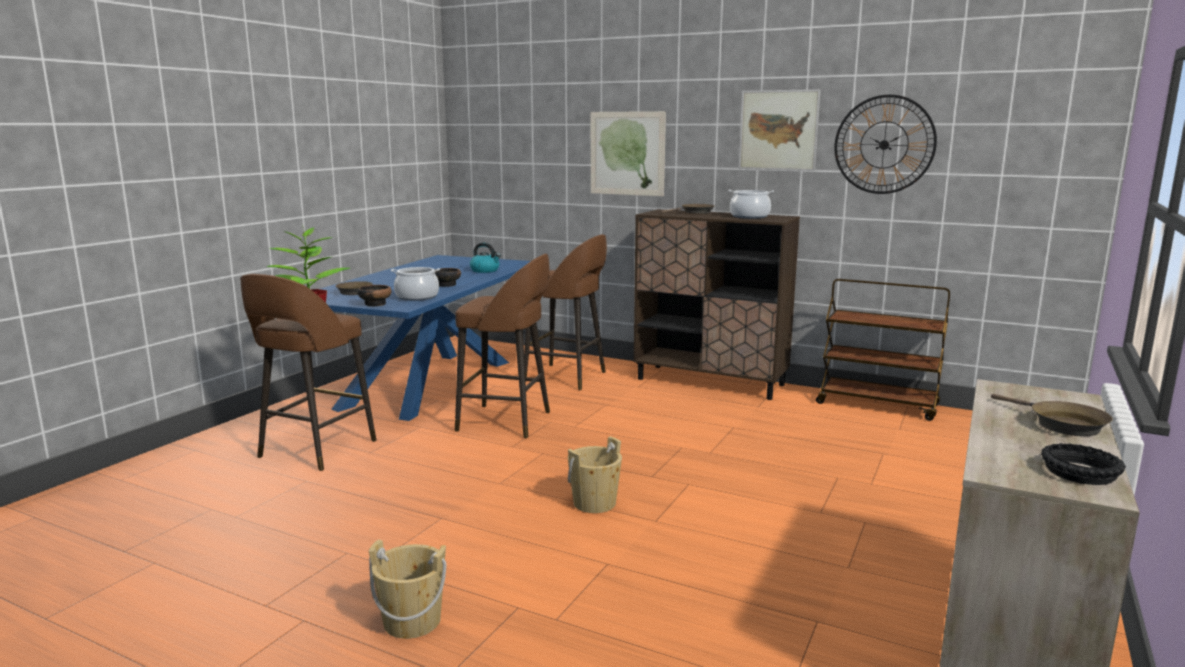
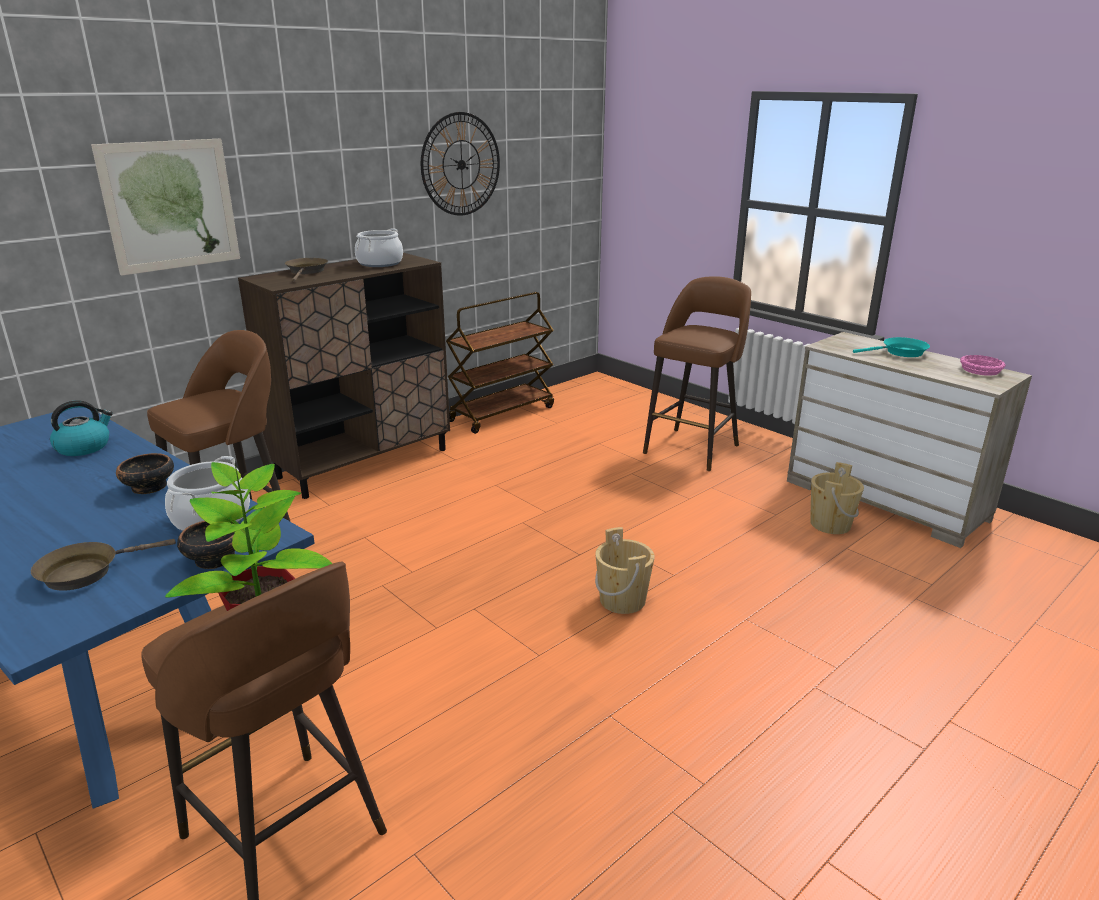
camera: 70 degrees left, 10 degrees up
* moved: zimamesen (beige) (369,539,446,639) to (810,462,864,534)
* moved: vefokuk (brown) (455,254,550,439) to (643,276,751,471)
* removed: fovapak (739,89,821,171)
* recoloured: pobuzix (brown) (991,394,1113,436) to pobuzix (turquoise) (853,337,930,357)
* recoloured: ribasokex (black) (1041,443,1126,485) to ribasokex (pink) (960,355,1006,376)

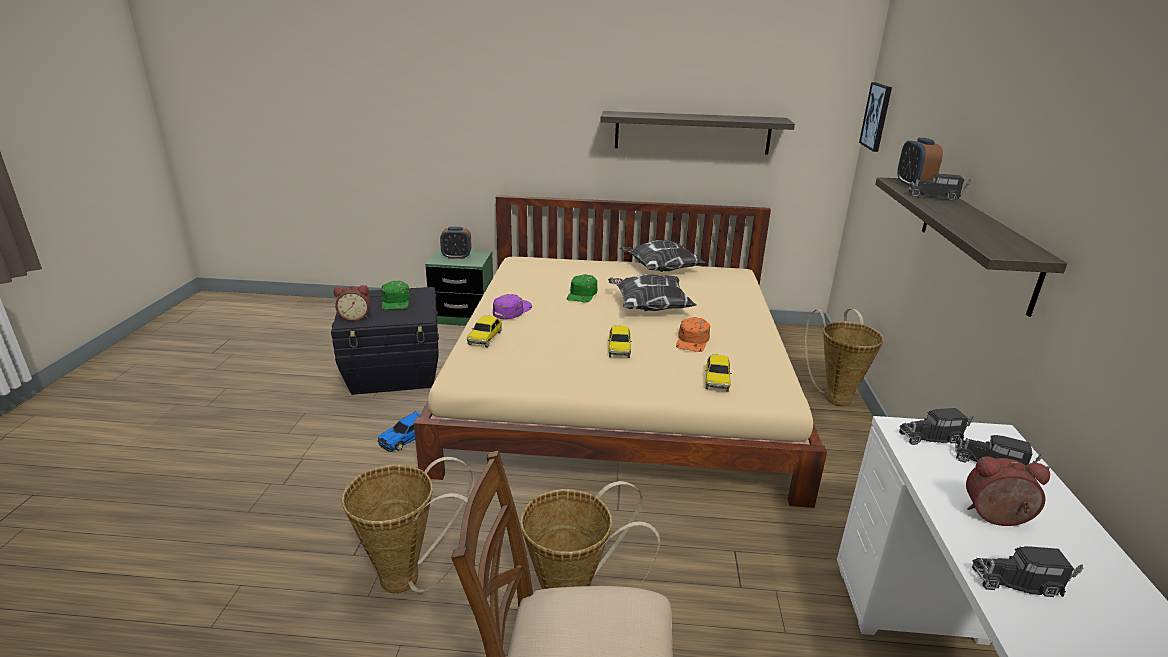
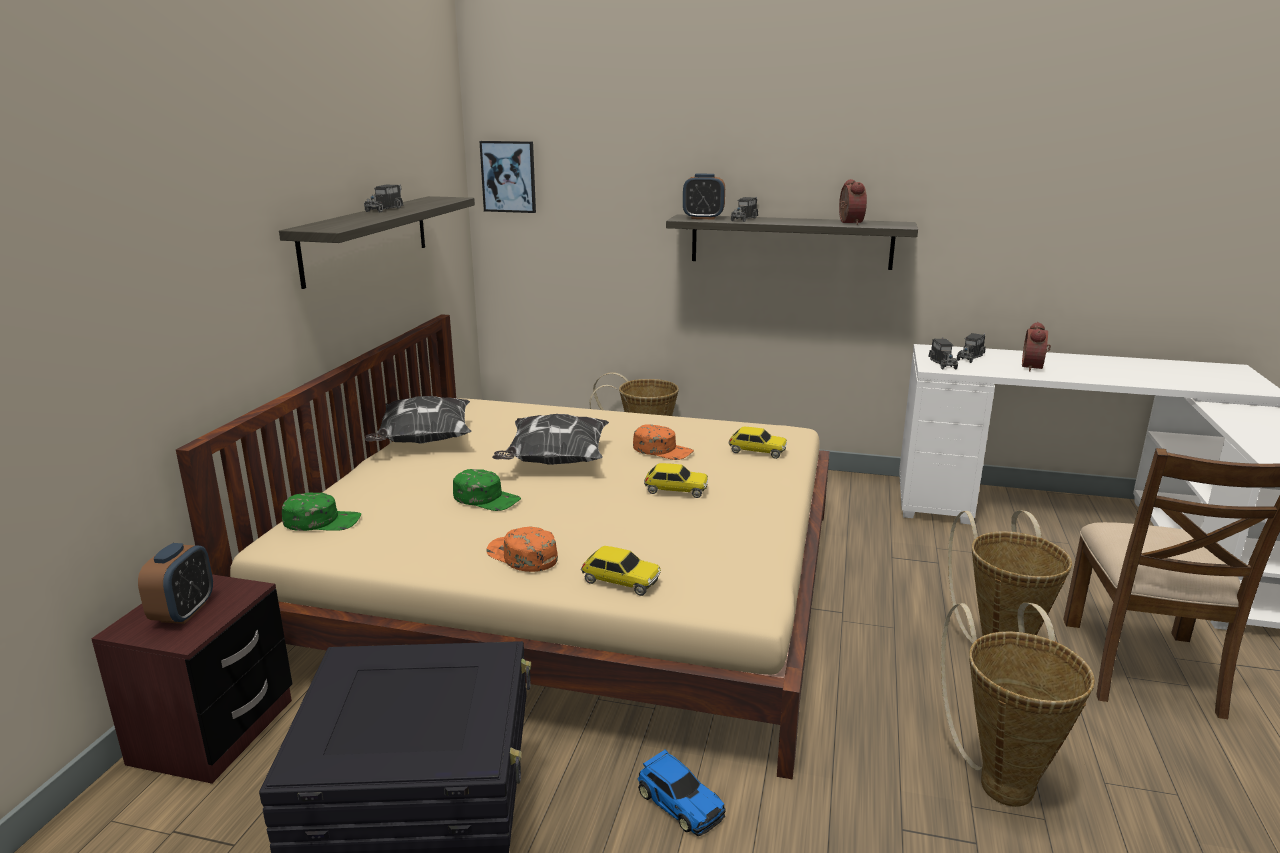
camera: 80 degrees left, 5 degrees down
* moved: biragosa (334,285,370,321) to (839,179,867,225)
* moved: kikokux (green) (382,281,410,310) to (282,492,361,531)
* recoloured: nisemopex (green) (425,248,493,326) to nisemopex (brown) (91,575,292,784)
* recoloured: kikokux (purple) (493,294,532,319) to kikokux (orange) (486,527,558,572)
* moved: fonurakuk (972,546,1083,597) to (364,184,403,212)

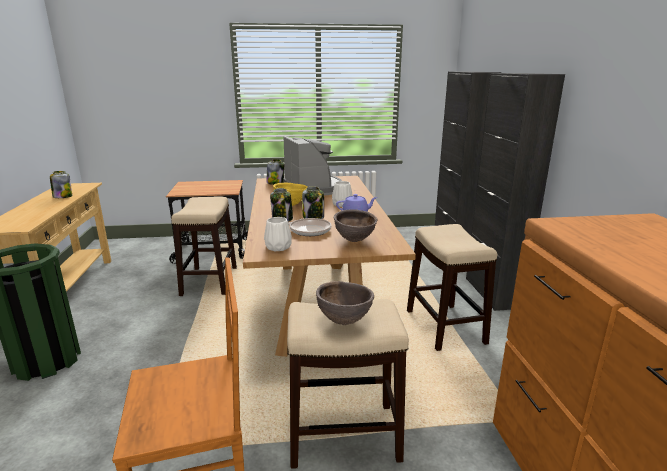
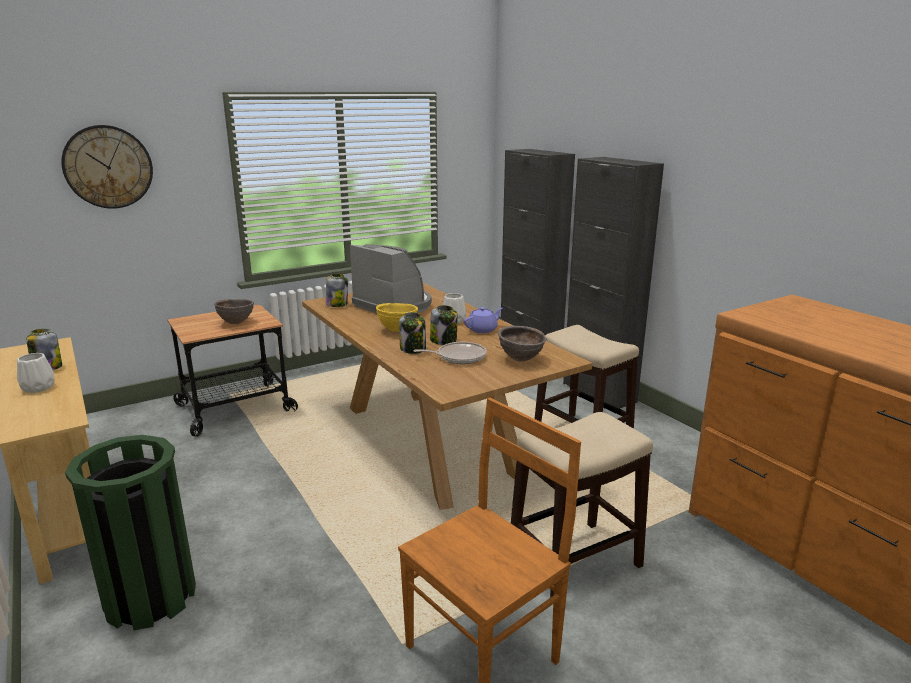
camera: 25 degrees left, 0 degrees up
* removed: vefokuk (171,196,237,296)
* moved: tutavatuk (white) (264,217,292,251) to (17,353,55,393)
* moved: ribasokex (brown) (316,281,374,325) to (214,299,254,324)
* added: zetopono (61,125,153,209)

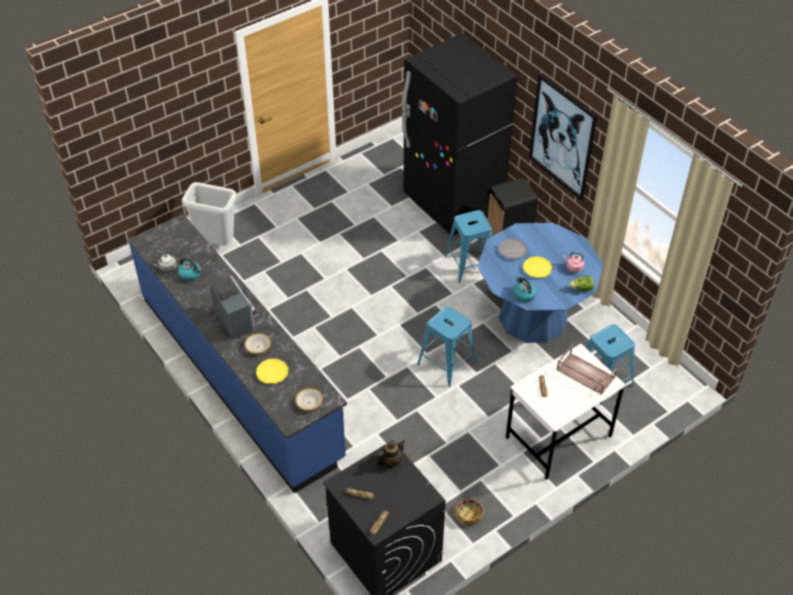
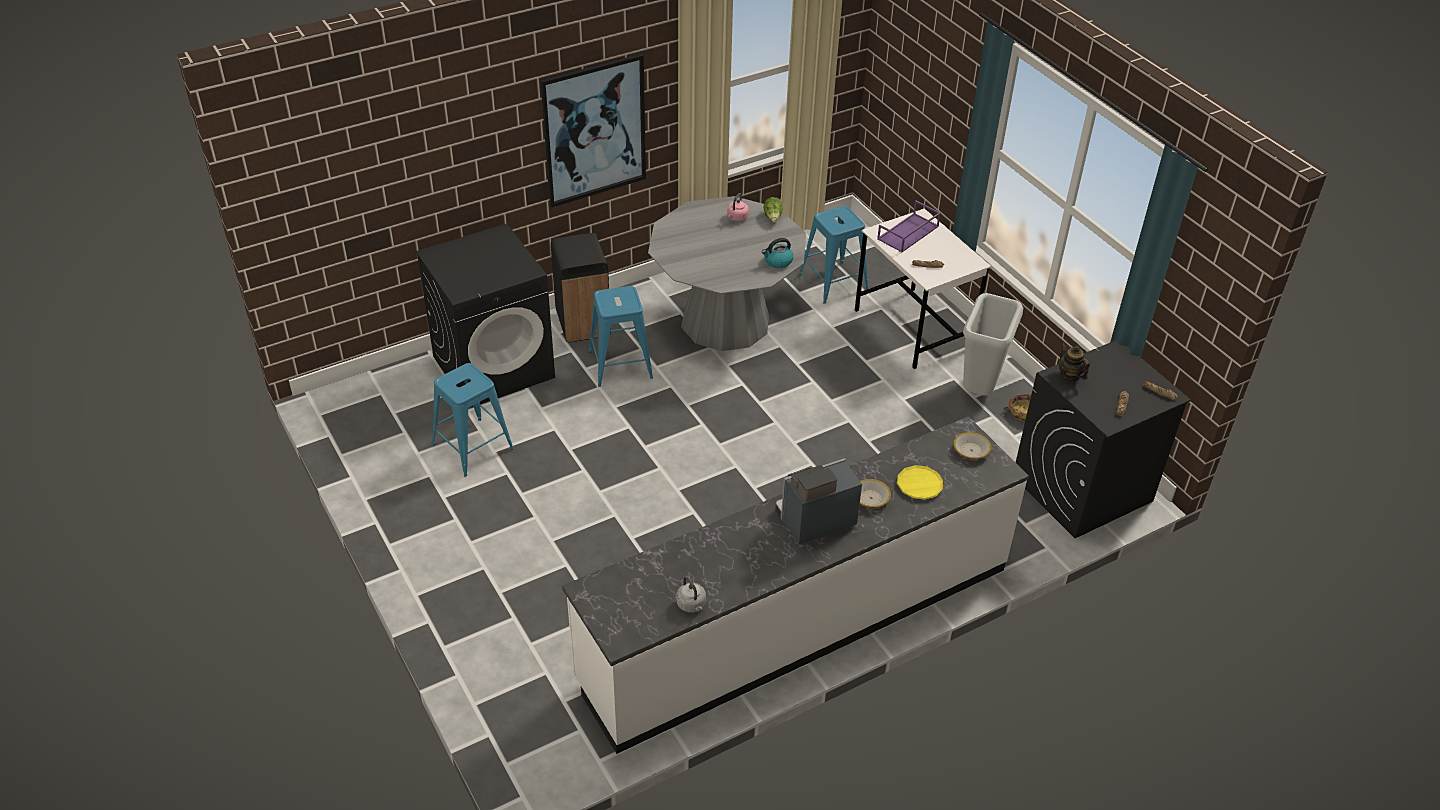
camera: 85 degrees left, 5 degrees down
* recoloured: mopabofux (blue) (128,214,347,494) to mopabofux (white) (562,416,1029,754)
* removed: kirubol (178,258,201,281)
* moved: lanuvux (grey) (182,182,237,246) to (963,293,1023,396)
* replaced: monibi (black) (402,34,517,235) to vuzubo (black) (416,224,555,409)
* moved: vefokuk (blue) (417,306,477,387) to (432,363,514,477)
* recoloured: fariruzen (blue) (478,223,603,343) to fariruzen (grey) (648,196,806,351)
* removed: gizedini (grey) (498,238,527,260)
* removed: gizedini (yellow) (523,256,553,278)
* recoloured: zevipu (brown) (556,345,617,395) to zevipu (purple) (877,200,941,253)

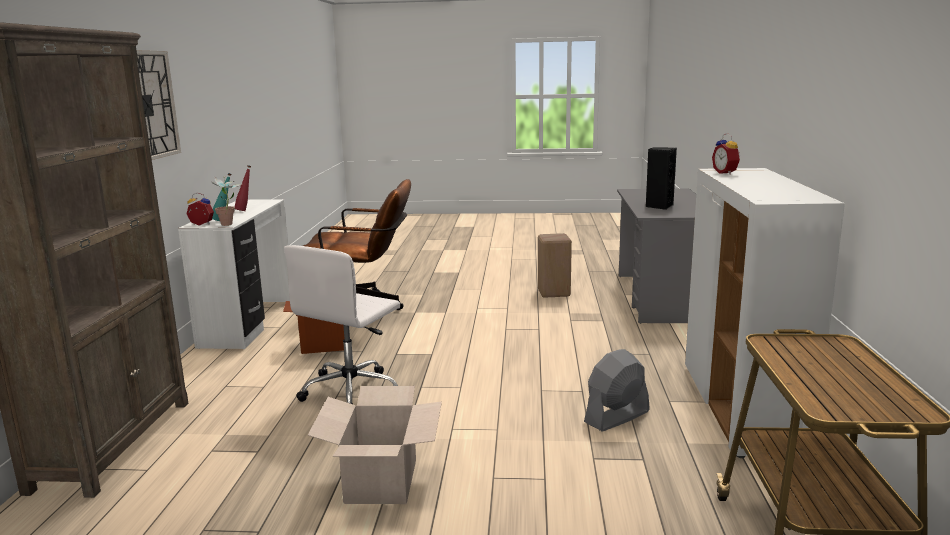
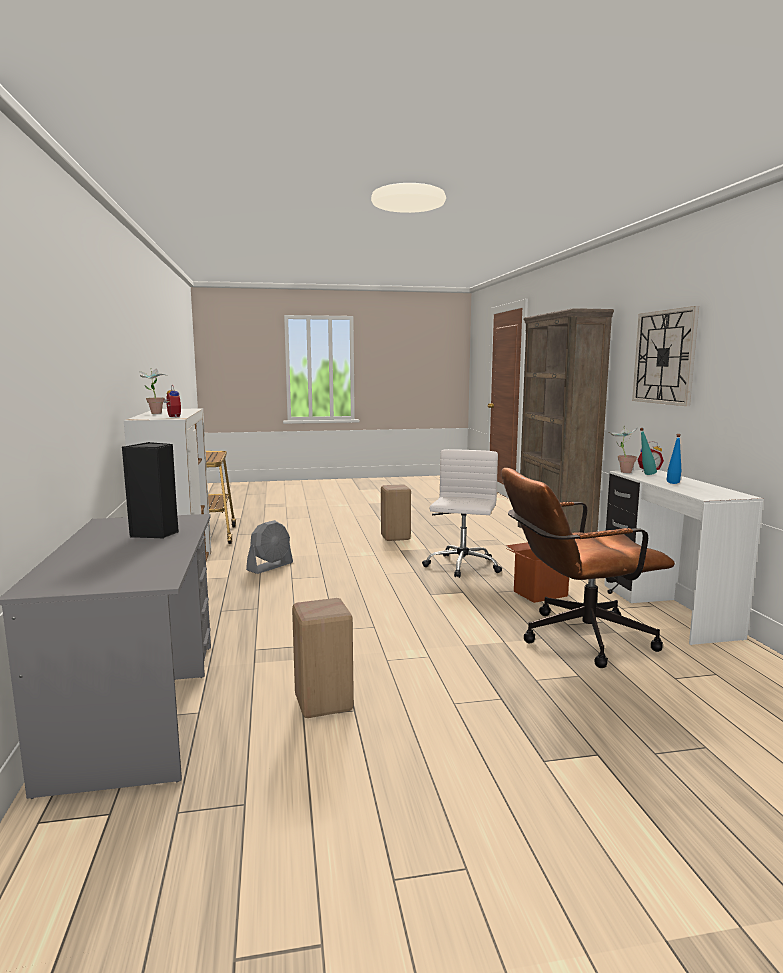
camera: 165 degrees right, 5 degrees down
* recoloured: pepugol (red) (235,165,251,211) to pepugol (blue) (667,434,681,484)
* replaced: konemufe (308,386,442,504) to vefokuk (beige) (381,484,411,541)
* added: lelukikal (138,368,165,414)

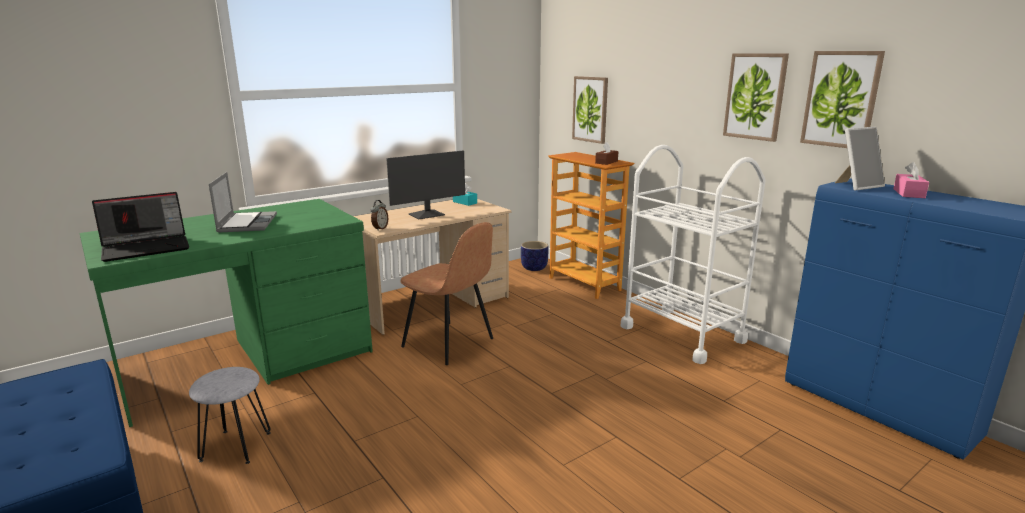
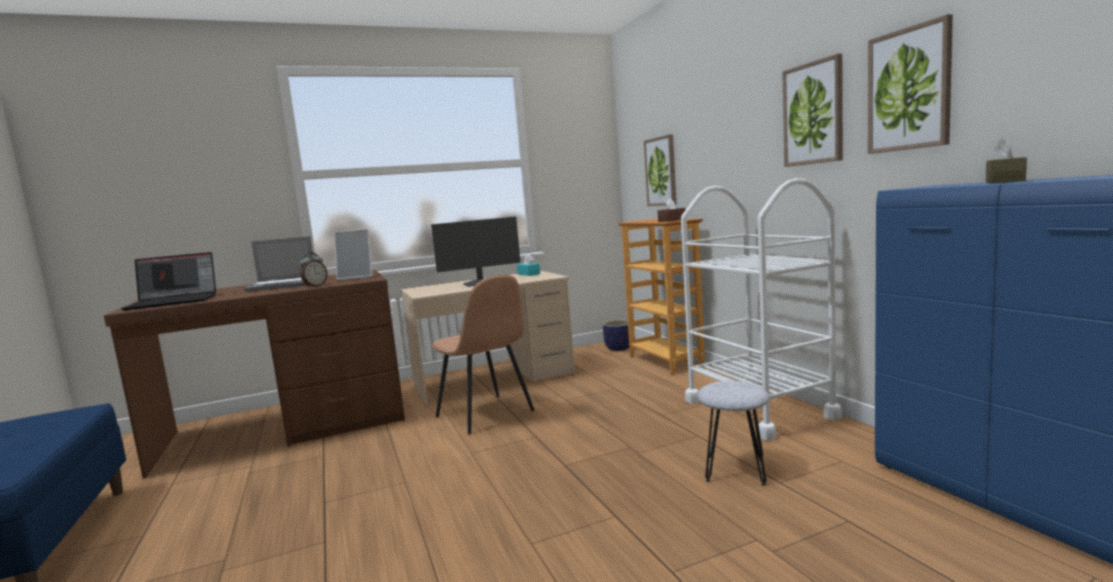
camera: 15 degrees right, 10 degrees down
* recoloured: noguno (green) (80,199,373,427) to noguno (brown) (104,270,405,479)
* moved: vefokuk (grey) (189,367,271,464) to (697,381,770,486)
* turned: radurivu (209,172,277,233) = (244,236,313,292) 75 degrees clockwise
* moved: biragosa (370,200,388,231) to (300,252,328,288)
* moved: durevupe (835,127,885,191) to (334,229,373,281)
* recoloured: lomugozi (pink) (893,162,929,198) to lomugozi (brown) (986,137,1027,184)

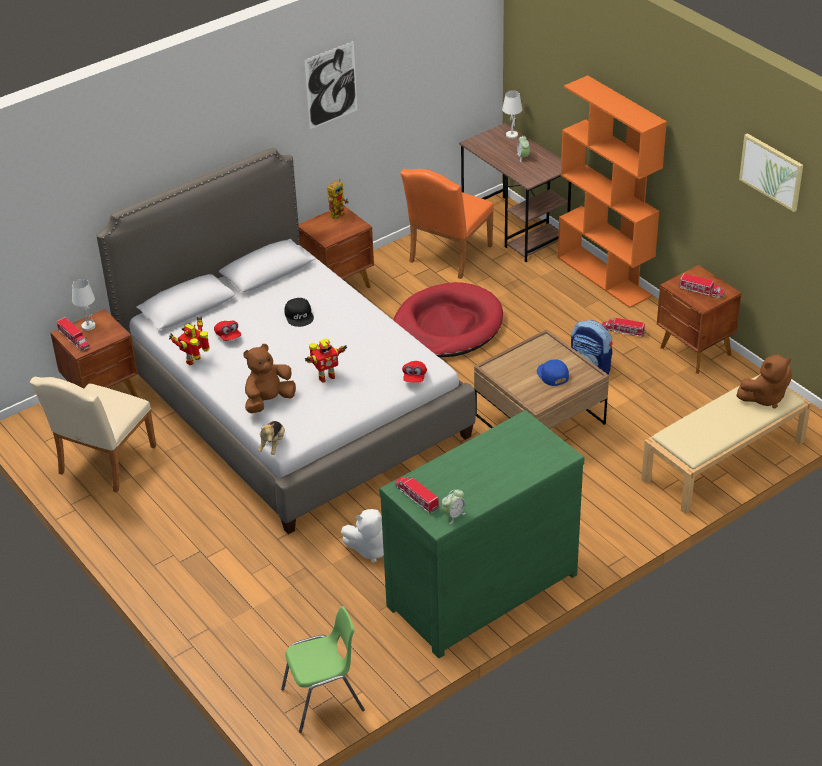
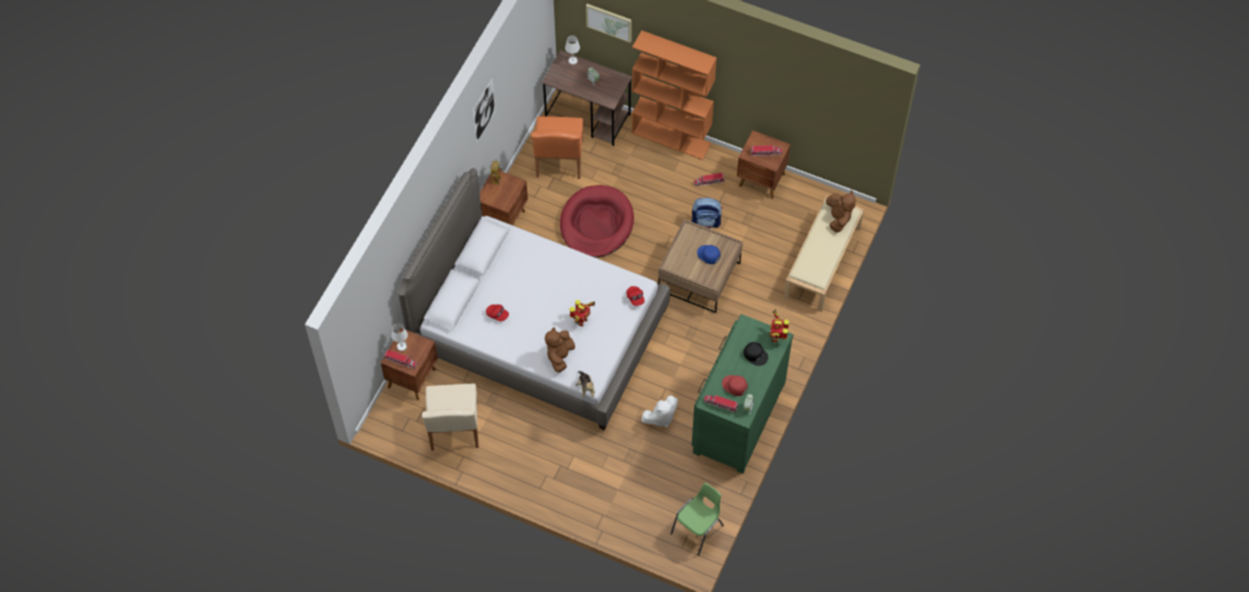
camera: 30 degrees left, 20 degrees up
* moved: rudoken (169,316,210,365) to (768,309,789,343)
* moved: kikokux (black) (284,298,314,327) to (743,342,768,366)
* turned: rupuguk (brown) (736,355,792,408) = (826,191,856,232) 45 degrees counterclockwise
* moved: fovapak (739,133,803,212) to (586,4,632,43)
* added: kikokux (red) (722,375,748,396)

